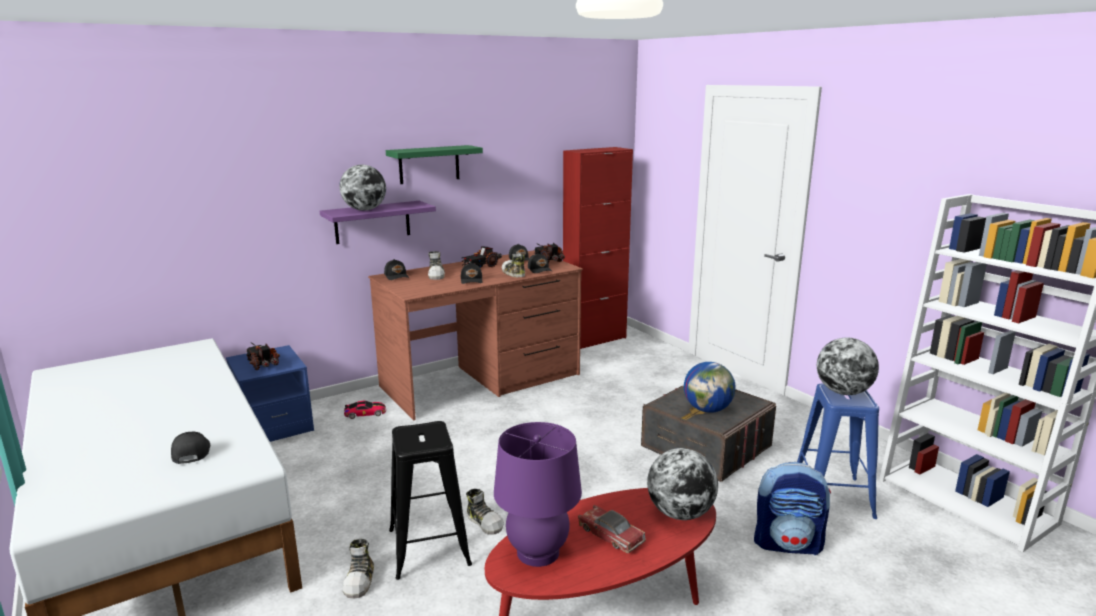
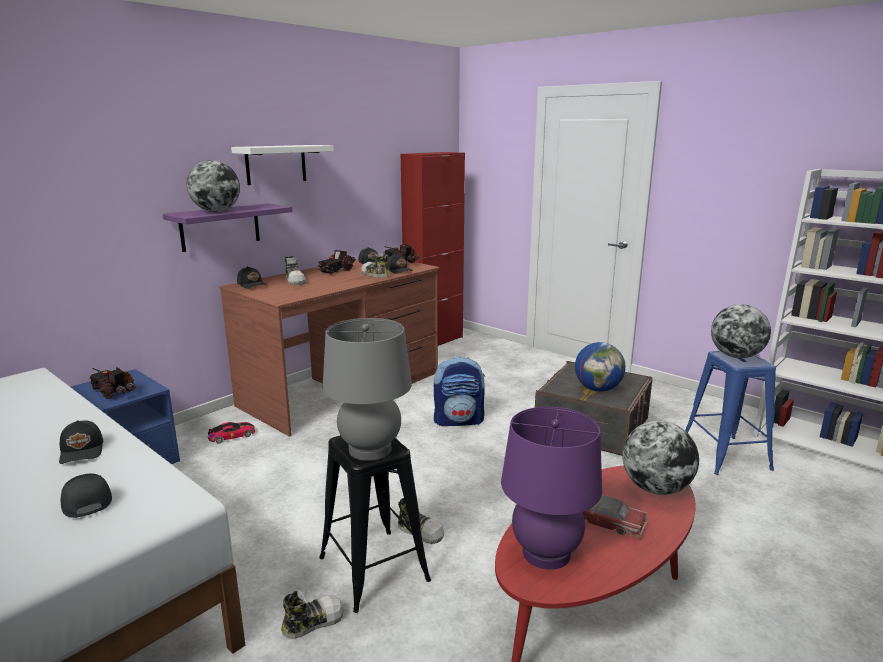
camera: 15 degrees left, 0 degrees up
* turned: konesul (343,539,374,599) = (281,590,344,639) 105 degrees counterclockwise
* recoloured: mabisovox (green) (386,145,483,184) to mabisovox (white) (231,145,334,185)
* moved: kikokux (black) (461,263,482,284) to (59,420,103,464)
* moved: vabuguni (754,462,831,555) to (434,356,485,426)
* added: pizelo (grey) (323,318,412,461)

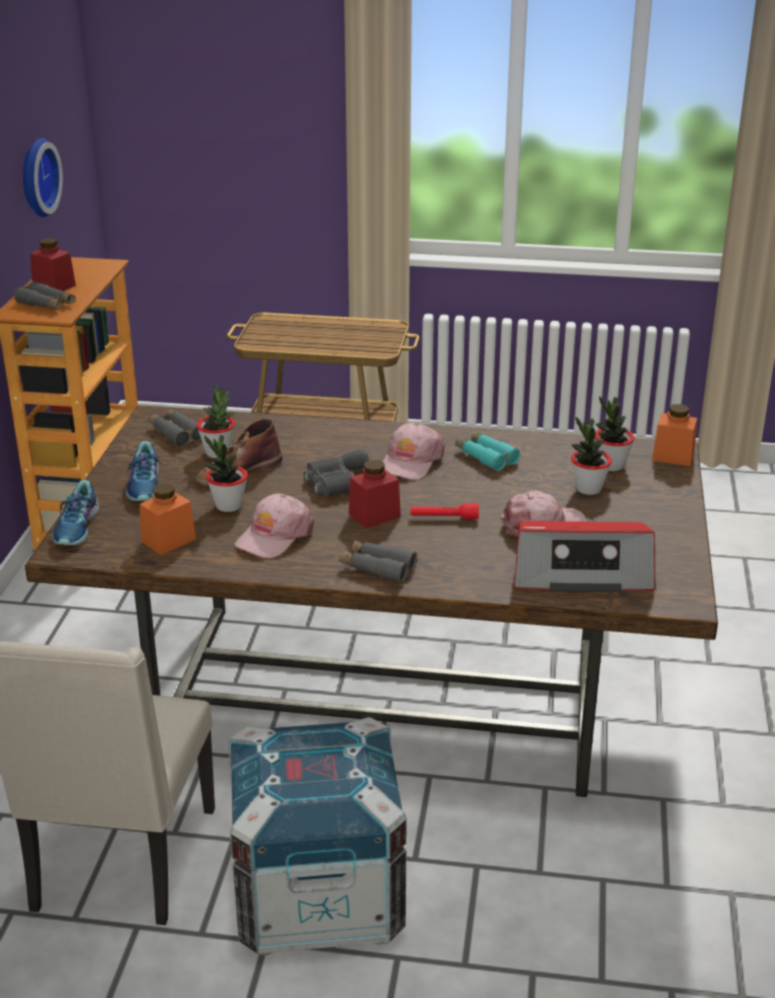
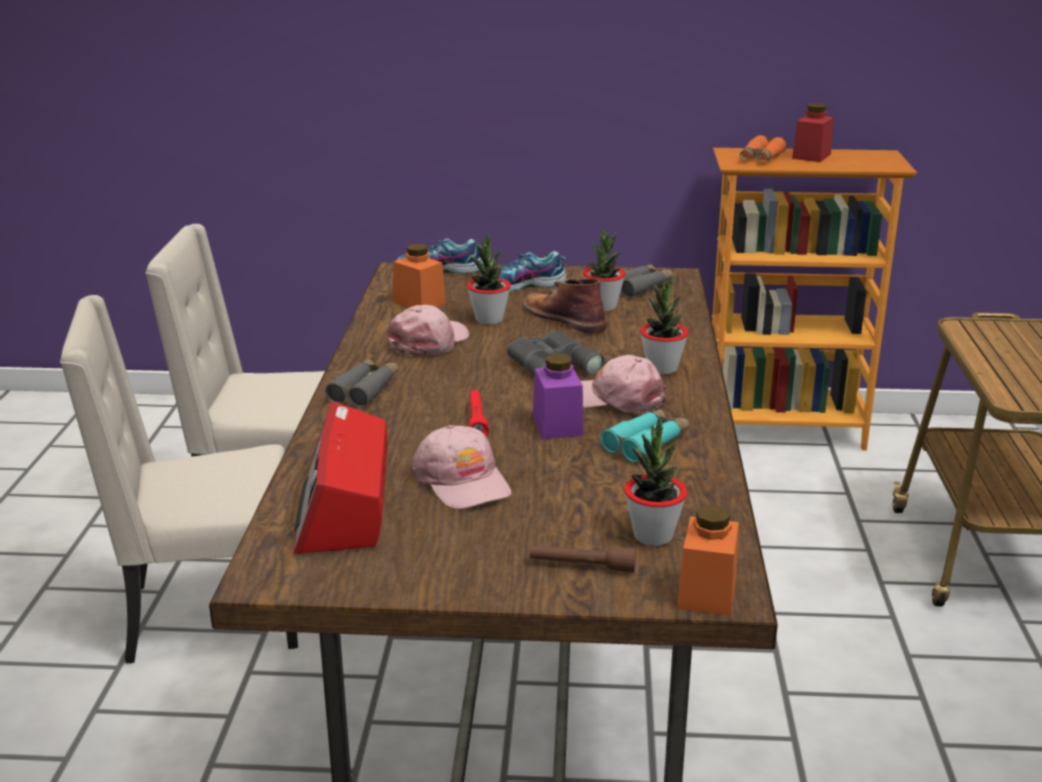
camera: 85 degrees right, 5 degrees down
* recoloured: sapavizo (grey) (14,281,76,309) to sapavizo (orange) (739,135,787,162)
* removed: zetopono (23,138,63,217)
* replaced: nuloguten (228,717,407,956) to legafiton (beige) (60,295,298,664)
* turned: kikokux (pink) (235,494,314,558) = (386,305,469,356) 90 degrees clockwise
* removed: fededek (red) (349,460,401,528)
* moved: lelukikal (571,416,612,495) to (640,275,688,374)
* added: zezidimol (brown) (530,545,636,573)
* added: fededek (purple) (533,354,584,439)

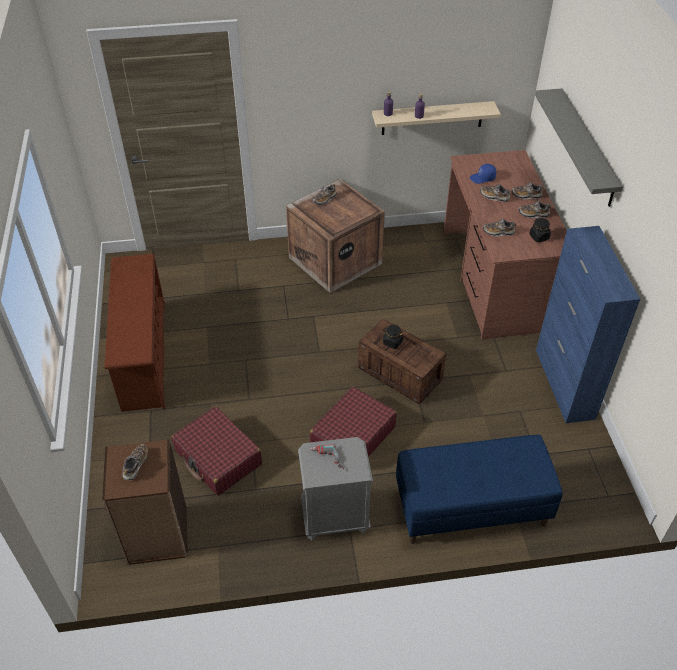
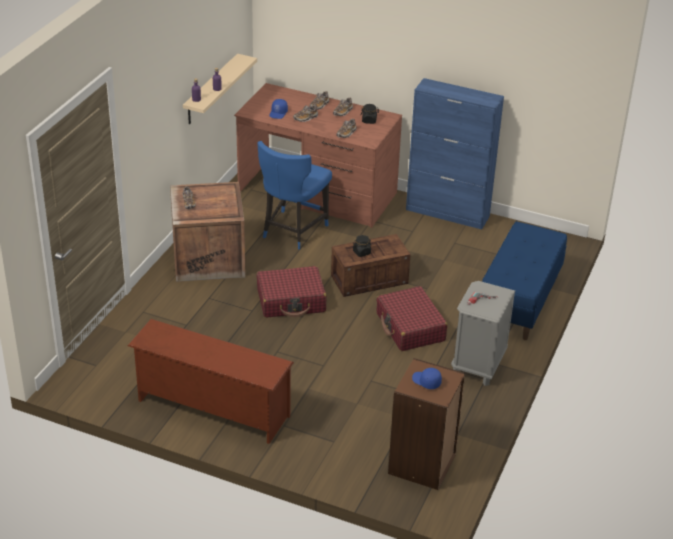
camera: 60 degrees left, 10 degrees down
* replaced: konesul (123,444,148,480) to kikokux (blue) (412,368,442,389)
* moved: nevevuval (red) (171,407,262,496) to (257,266,327,318)
* removed: mabisovox (grey) (535,88,623,207)
* added: legafiton (blue) (258,141,332,249)

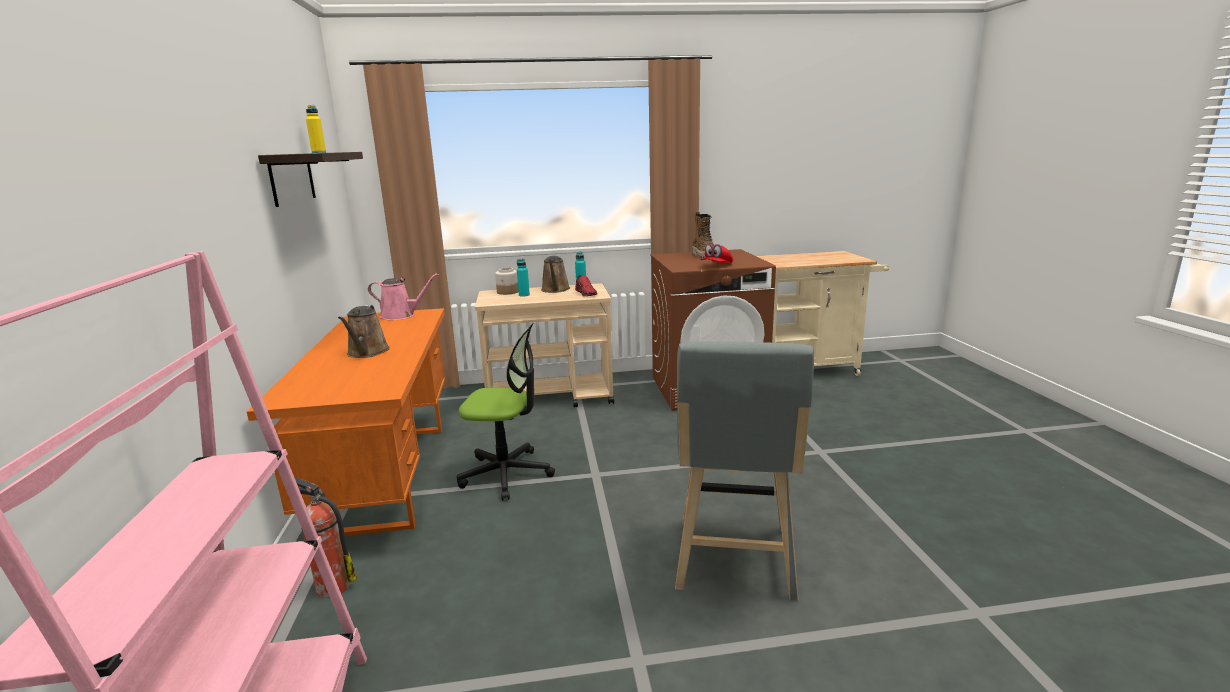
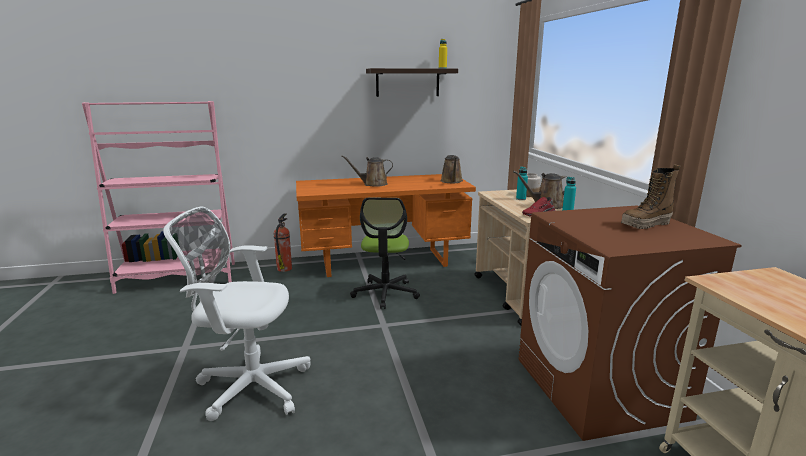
camera: 85 degrees right, 0 degrees up
* recoloured: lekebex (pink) (368,273,438,320) to lekebex (brown) (441,155,463,183)
* replaced: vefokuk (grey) (675,341,814,601) to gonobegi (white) (163,207,310,421)
* removed: kikokux (red) (701,244,733,264)

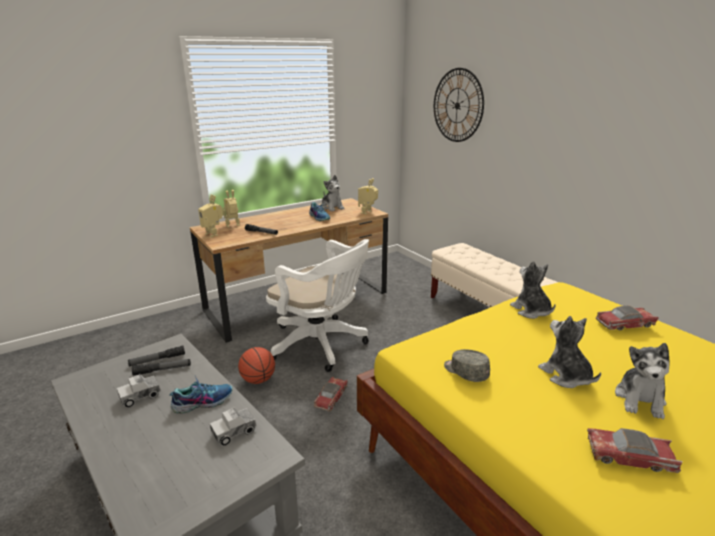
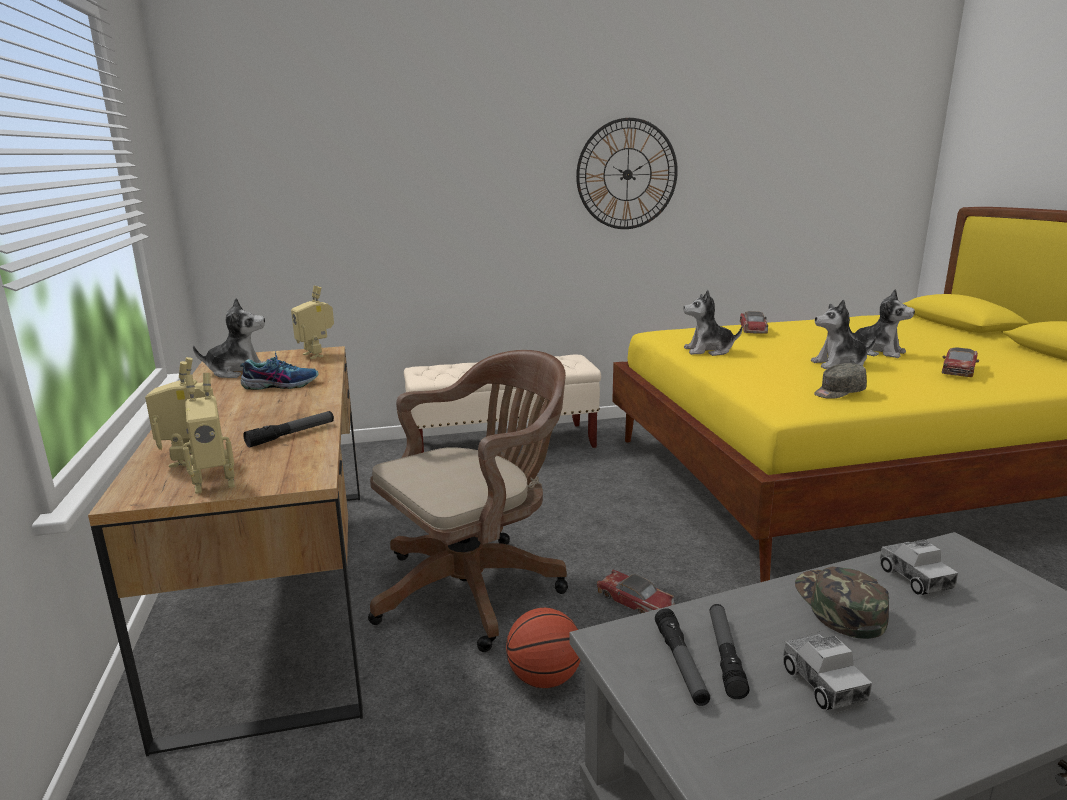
camera: 70 degrees left, 5 degrees down
* replaced: konesul (169,376,233,414) to kikokux (green) (795,567,889,639)
* recoloured: gonobegi (white) (266,239,369,372) to gonobegi (brown) (368,350,568,652)
* moved: zetopono (434,68,484,142) to (576,118,678,229)

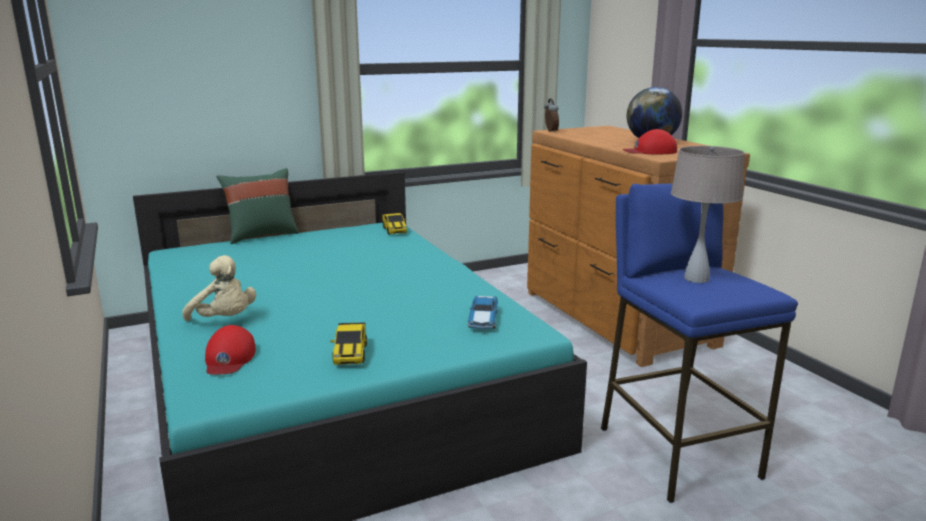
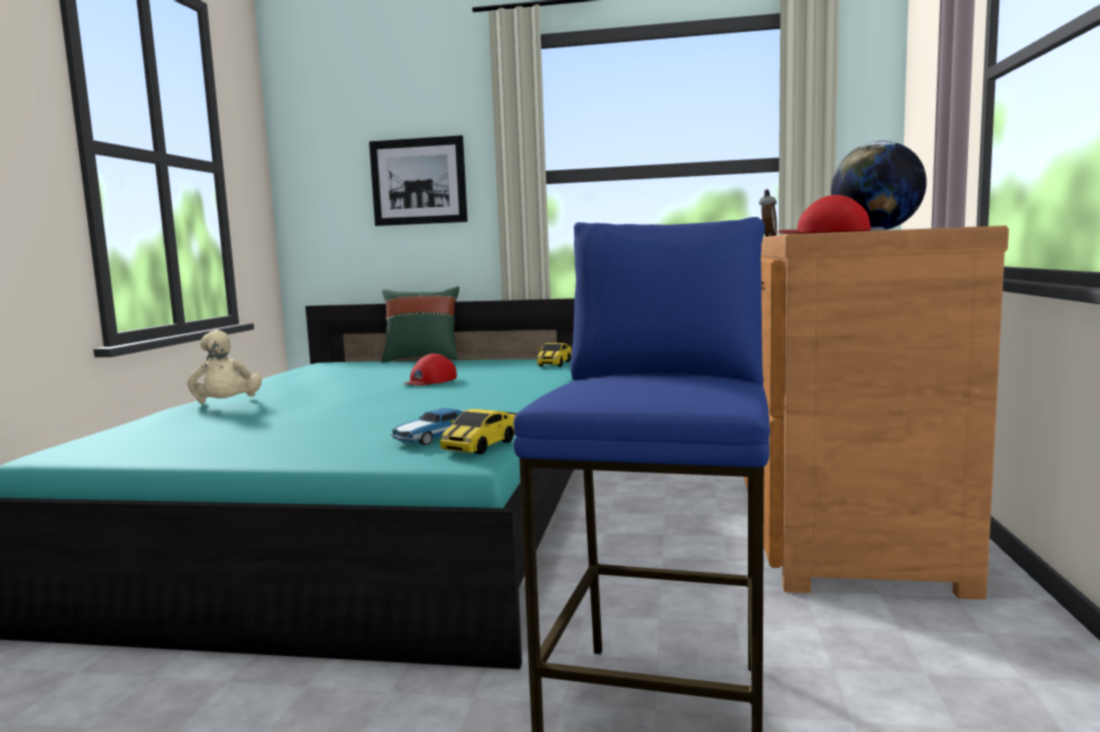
camera: 35 degrees right, 10 degrees down
* moved: kikokux (red) (205,325,256,375) to (404,354,457,386)
* moved: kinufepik (330,322,367,365) to (440,409,517,454)
* removed: pizelo (beige) (671,146,745,283)
* added: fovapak (369,135,468,226)

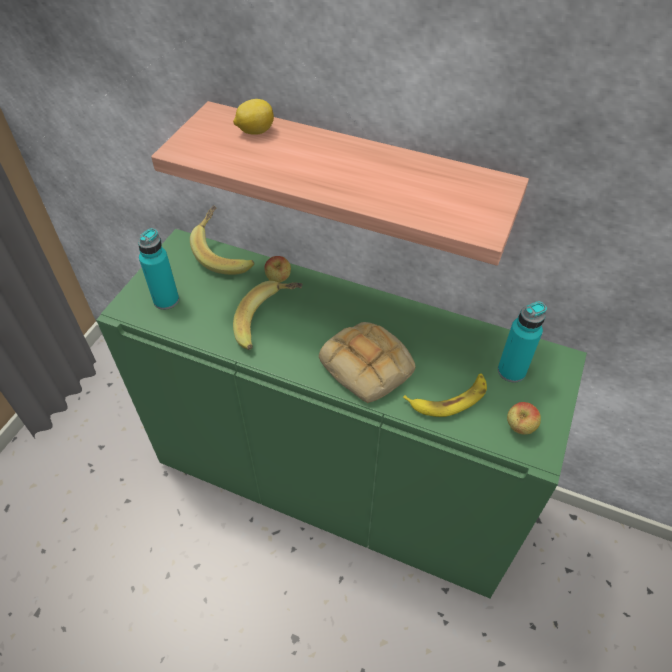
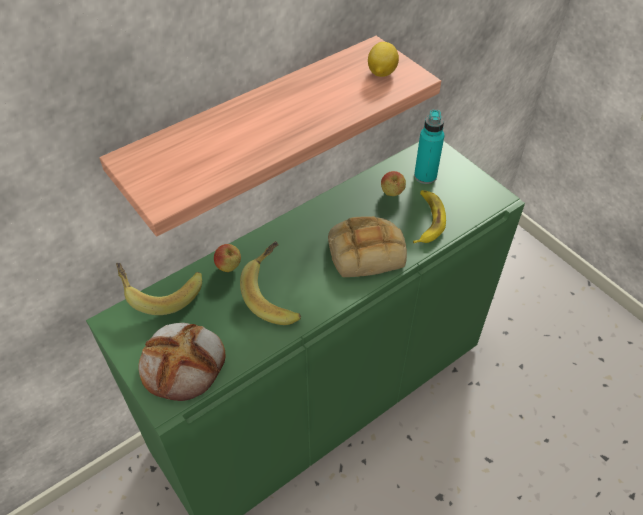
camera: 60 degrees left, 0 degrees up
* replaced: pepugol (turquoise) (138,228,179,310) to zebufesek (138,323,225,401)
* moved: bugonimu (233,99,274,135) to (368,42,399,77)
* moved: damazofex (507,402,541,435) to (381,171,406,196)

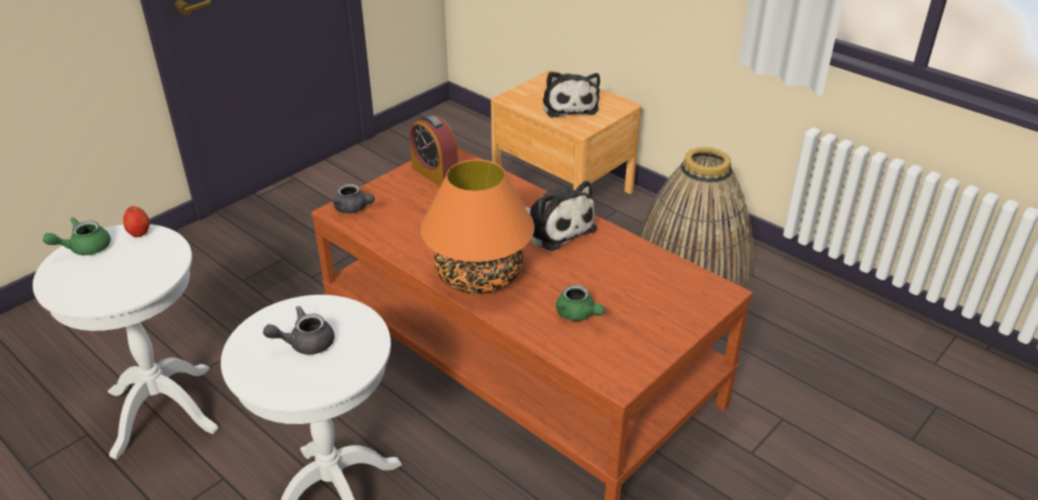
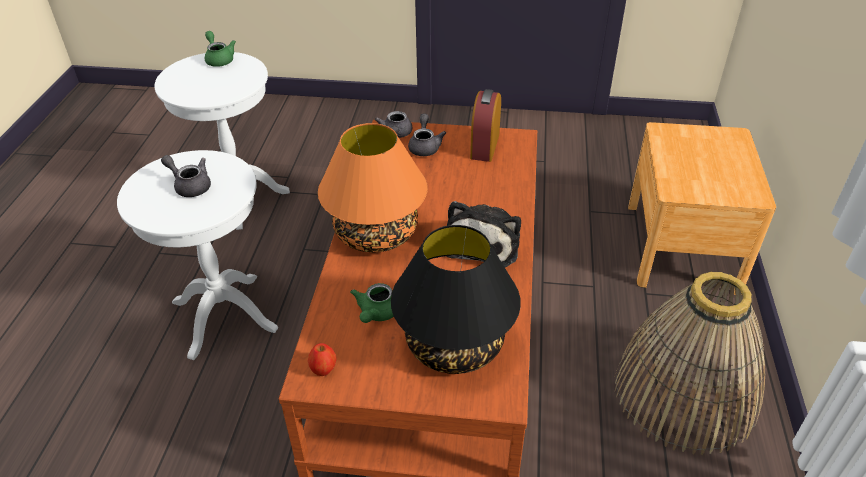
camera: 55 degrees right, 5 degrees up
* turned: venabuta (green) (43,217,111,255) = (205,31,236,67) 45 degrees clockwise
* moved: damazofex (123,206,150,237) to (308,343,336,376)
* removed: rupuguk (543,71,600,118)
* added: pizelo (black) (391,225,521,374)
* added: venabuta (grey) (408,113,446,156)

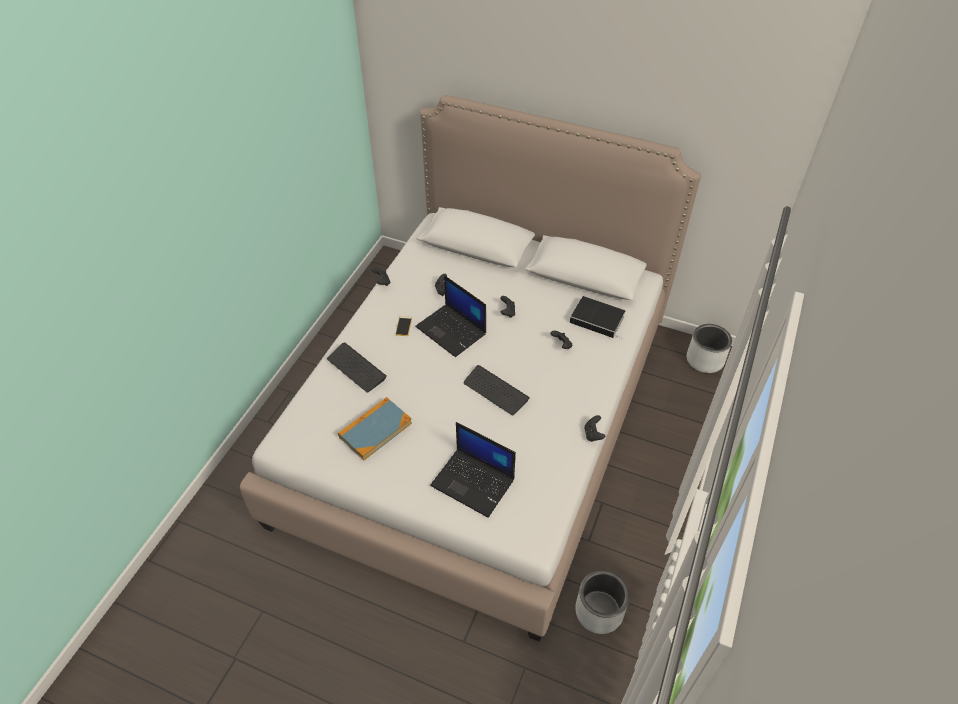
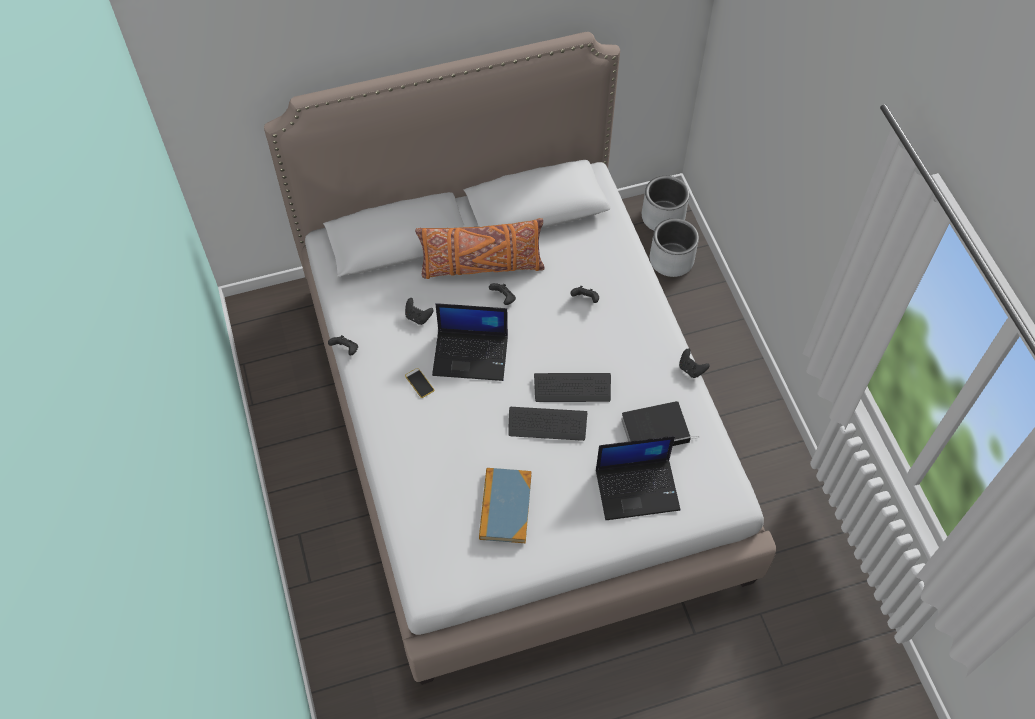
camera: 40 degrees left, 10 degrees up
* moved: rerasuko (327,343,386,393) to (508,407,587,441)
* moved: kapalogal (570,296,625,340) to (621,401,700,446)
* moved: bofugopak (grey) (575,570,629,634) to (650,218,699,277)
* added: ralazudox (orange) (415,218,545,279)

